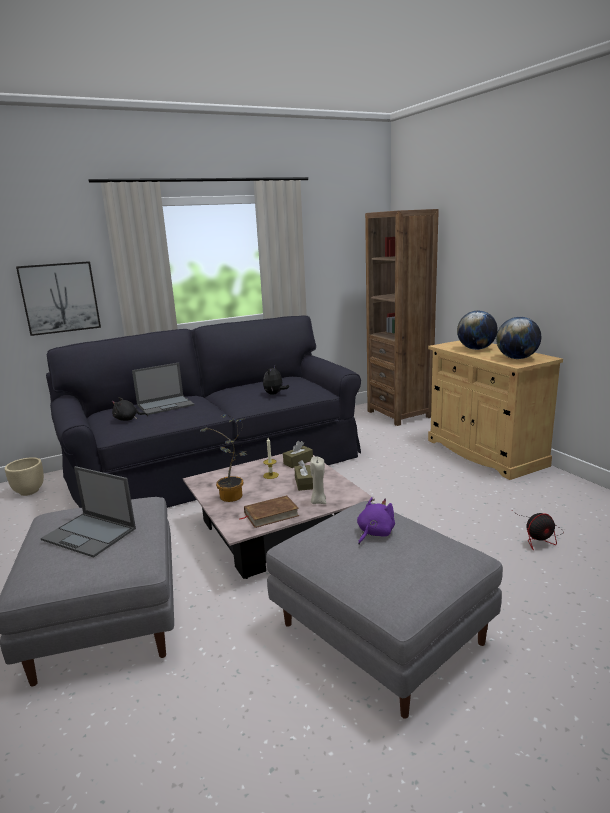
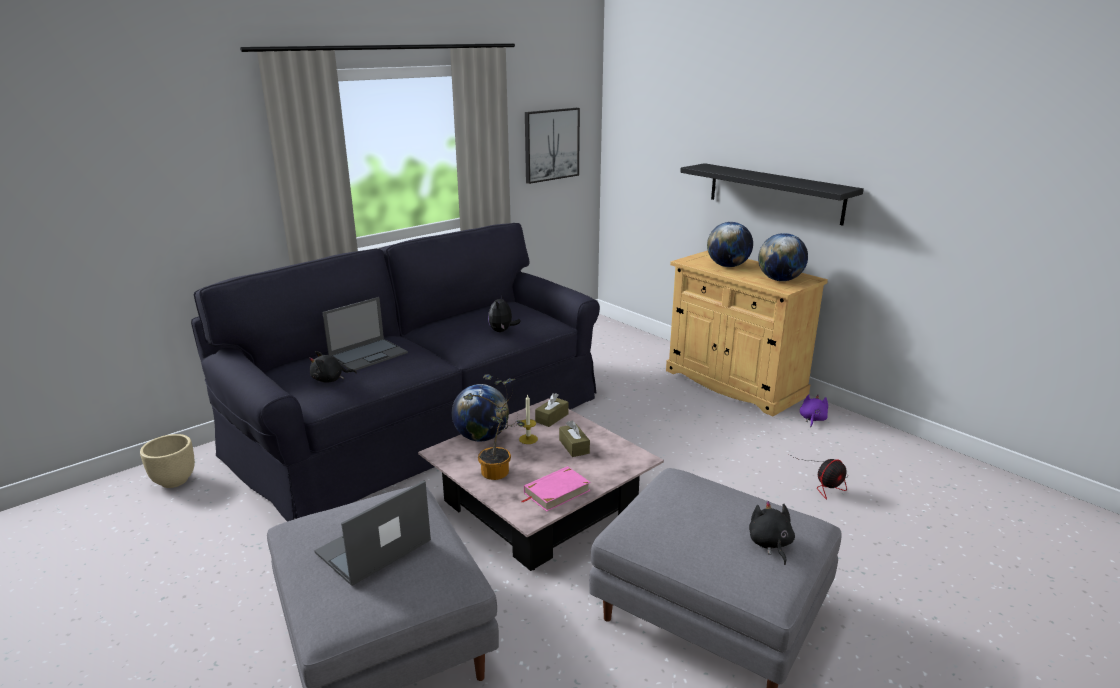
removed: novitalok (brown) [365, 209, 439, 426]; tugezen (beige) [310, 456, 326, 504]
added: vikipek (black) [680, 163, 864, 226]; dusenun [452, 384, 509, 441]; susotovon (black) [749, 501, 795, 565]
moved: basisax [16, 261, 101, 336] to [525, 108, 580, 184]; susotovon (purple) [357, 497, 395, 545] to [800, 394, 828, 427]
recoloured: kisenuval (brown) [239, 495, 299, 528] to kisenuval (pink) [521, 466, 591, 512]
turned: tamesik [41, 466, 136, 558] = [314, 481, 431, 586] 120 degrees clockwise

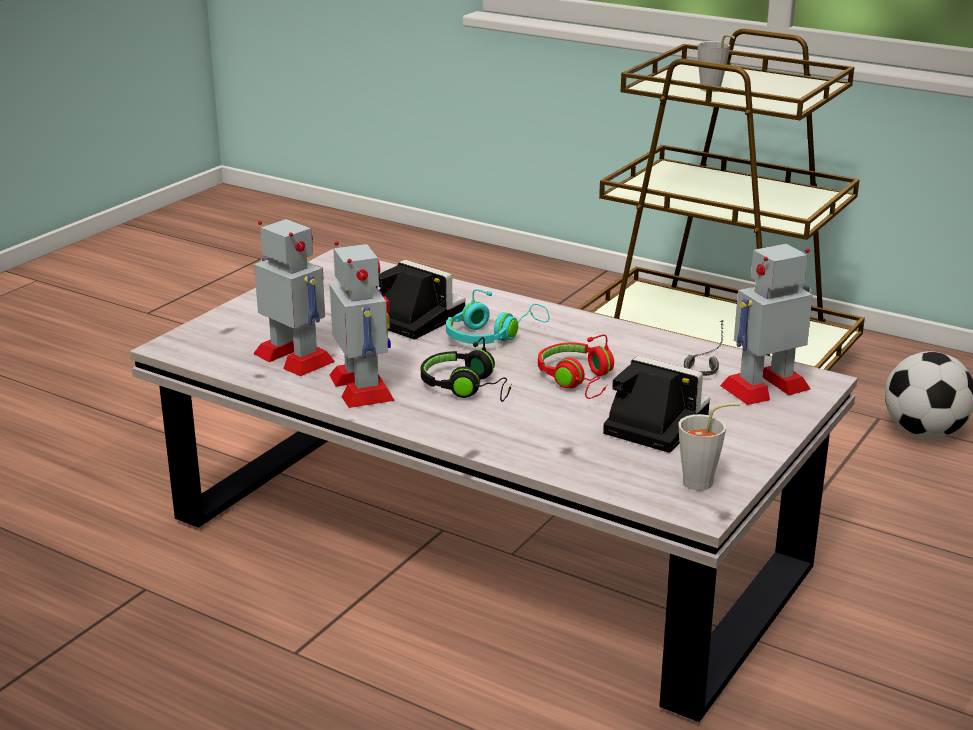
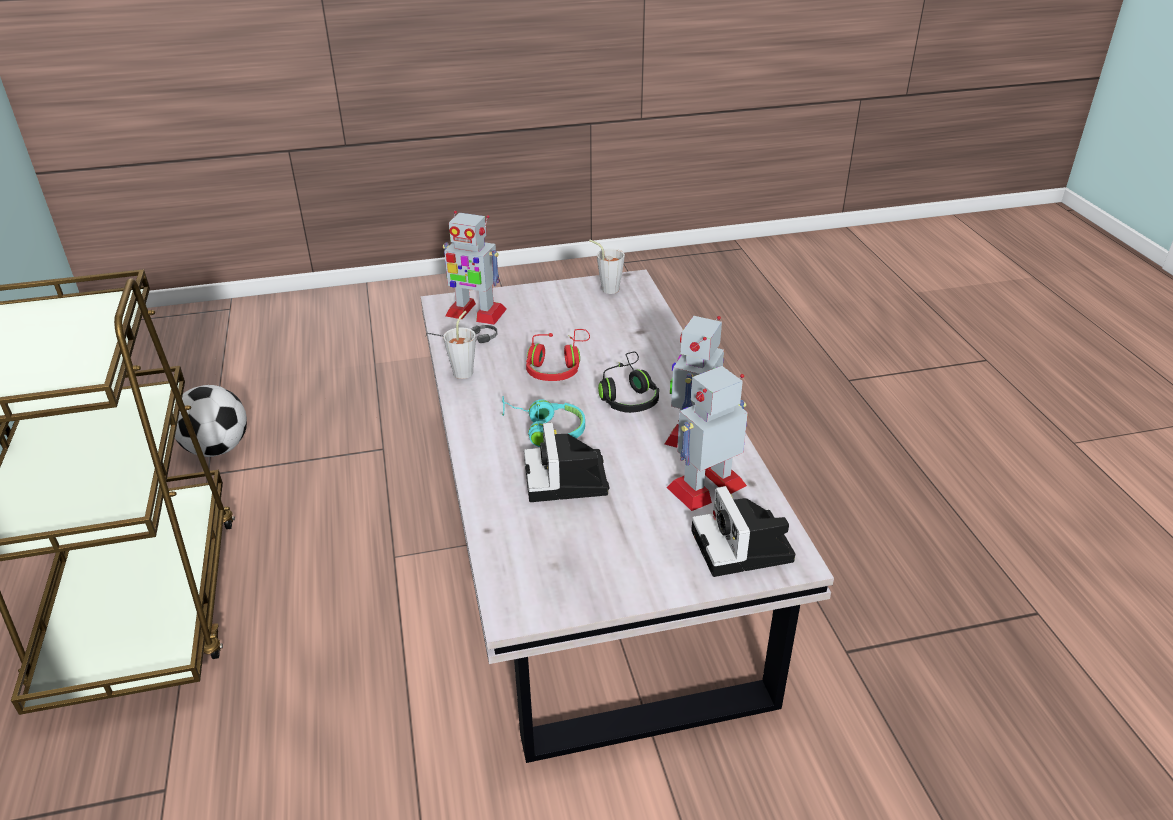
moved: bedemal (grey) [697, 34, 735, 92] to [443, 311, 476, 379]; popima [603, 356, 710, 453] to [691, 486, 795, 577]
turned: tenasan [253, 219, 335, 376] = [666, 366, 748, 511] 60 degrees clockwise

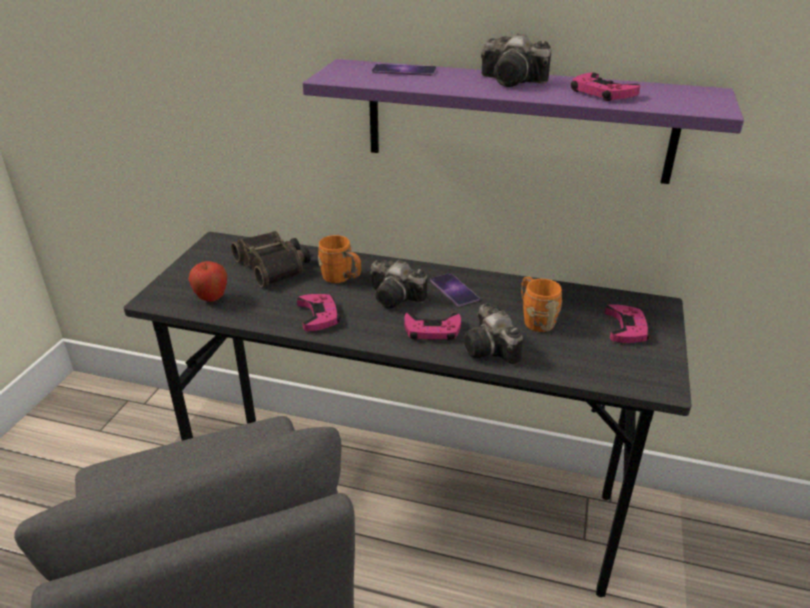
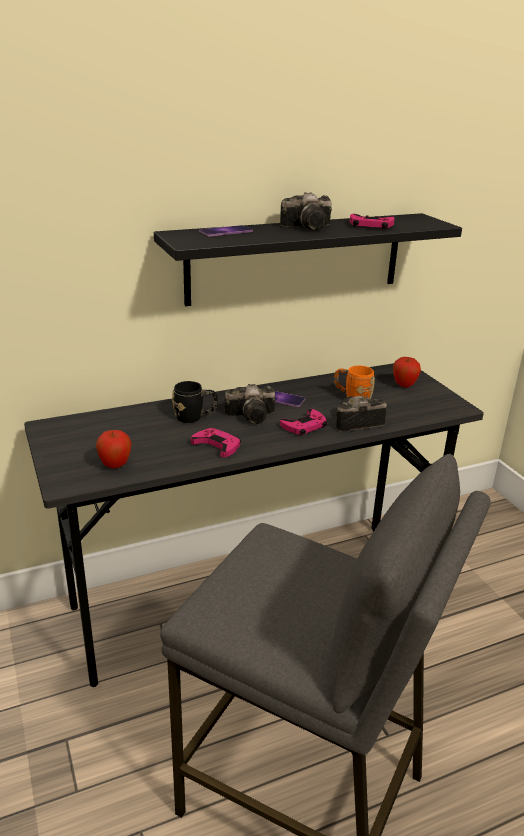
removed: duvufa [231, 231, 311, 287]
replaced: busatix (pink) [605, 304, 651, 343] to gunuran [393, 357, 421, 387]
recoloured: vikipek (purple) [302, 59, 744, 184] to vikipek (black) [154, 213, 462, 306]; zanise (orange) [318, 235, 361, 283] to zanise (black) [172, 381, 217, 423]
turned: popima [464, 303, 523, 365] = [336, 396, 387, 432] 135 degrees clockwise

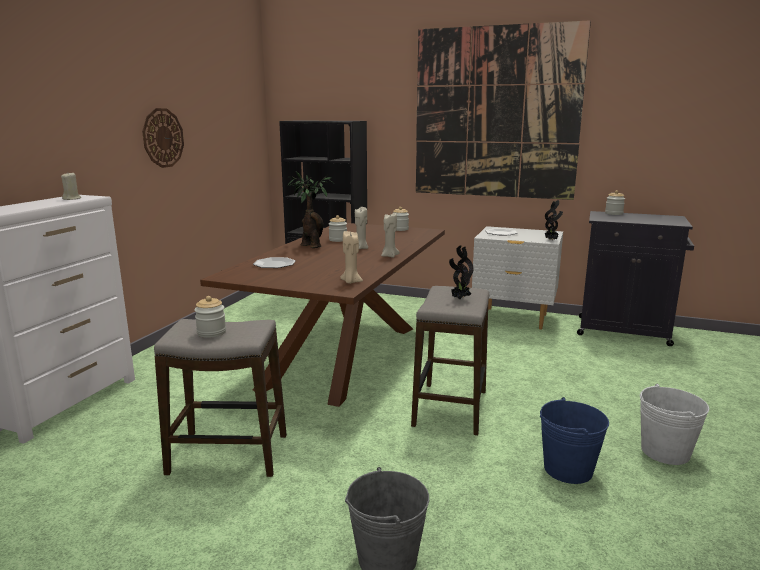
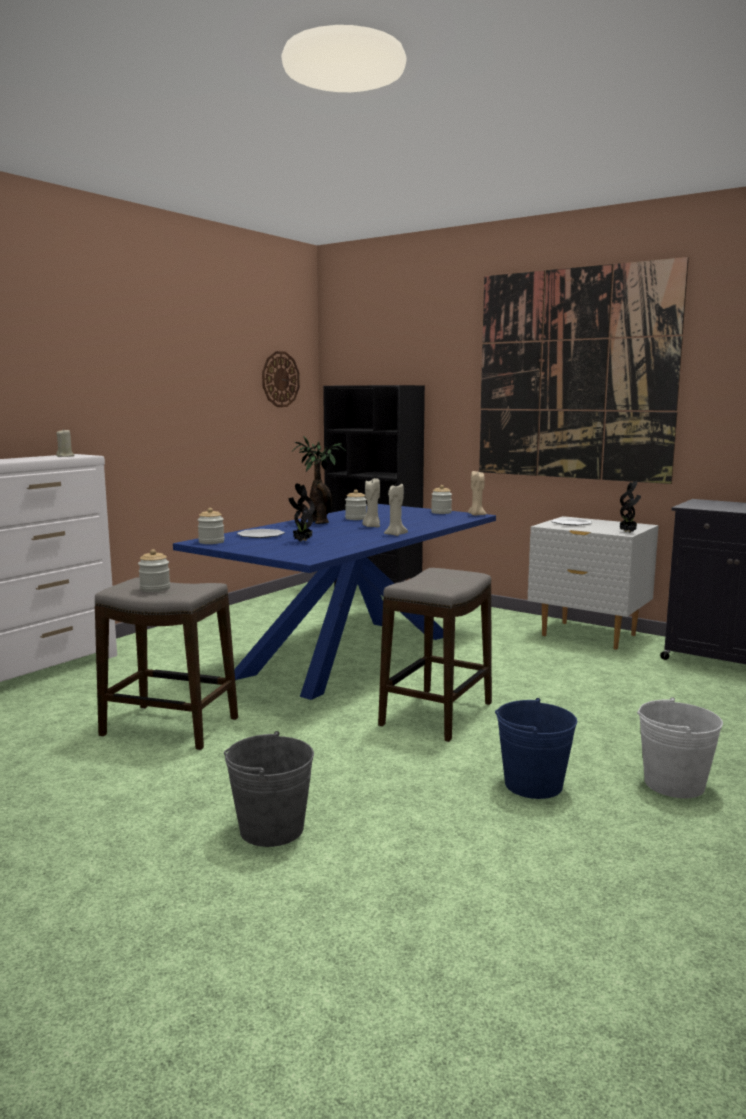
moved: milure [142, 108, 184, 168] to [262, 351, 300, 407]; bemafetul [605, 190, 625, 215] to [197, 508, 224, 544]; tugezen (beige) [340, 231, 363, 284] to [468, 471, 487, 516]; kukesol [449, 246, 474, 299] to [288, 483, 315, 542]
recoloured: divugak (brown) [200, 223, 445, 407] to divugak (blue) [173, 504, 496, 700]

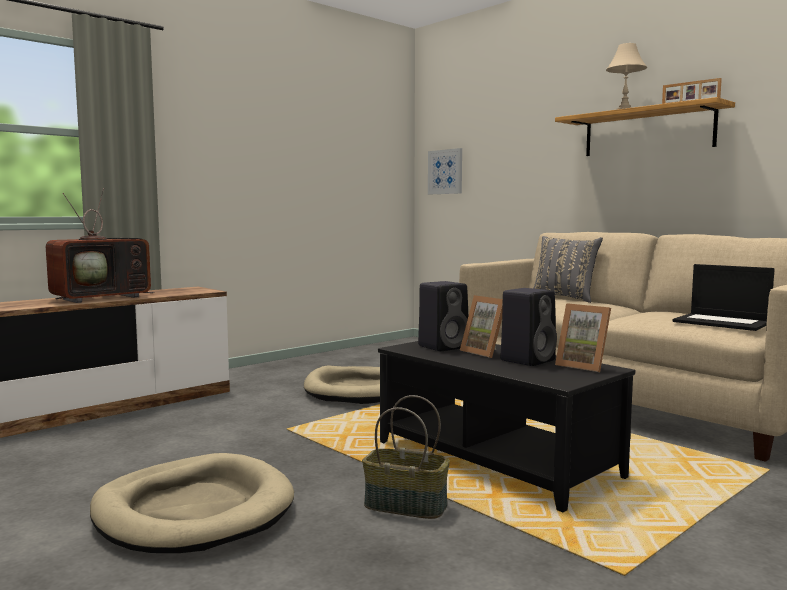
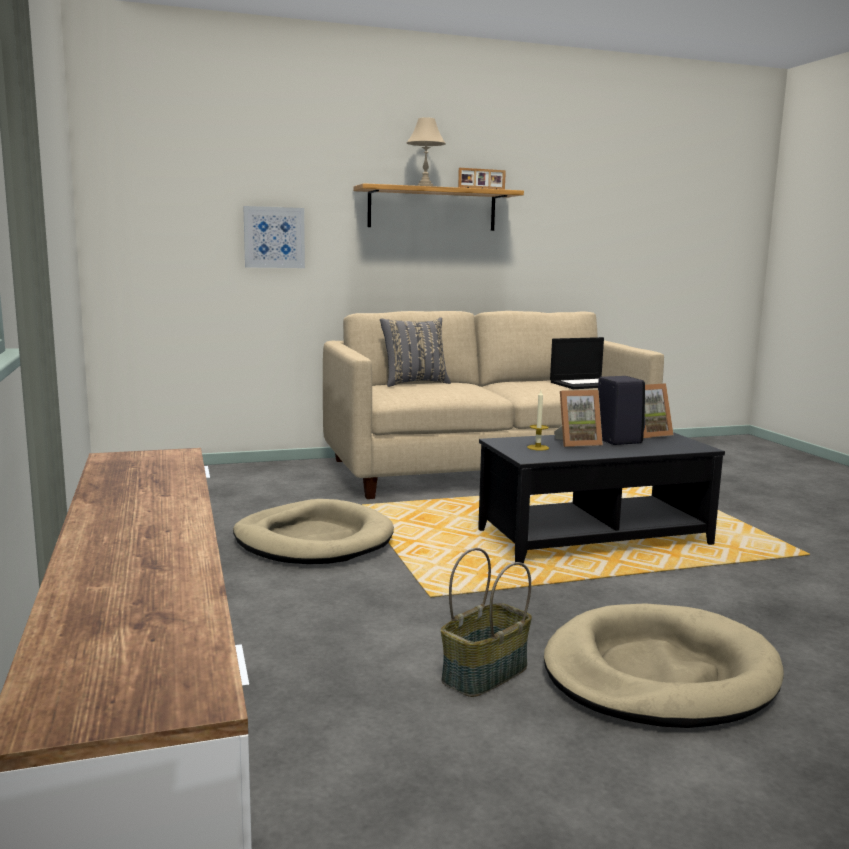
removed: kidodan [46, 188, 155, 303]
moved: basisax [428, 148, 462, 194] to [243, 206, 305, 268]; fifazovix [362, 395, 450, 519] to [441, 548, 532, 697]
replaced: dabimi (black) [418, 281, 468, 351] to tugezen [527, 391, 549, 451]

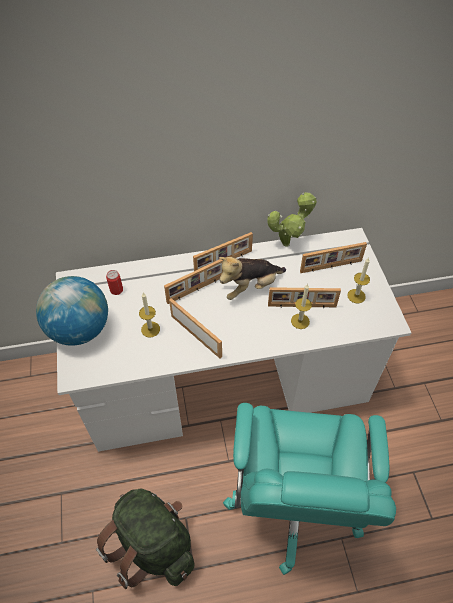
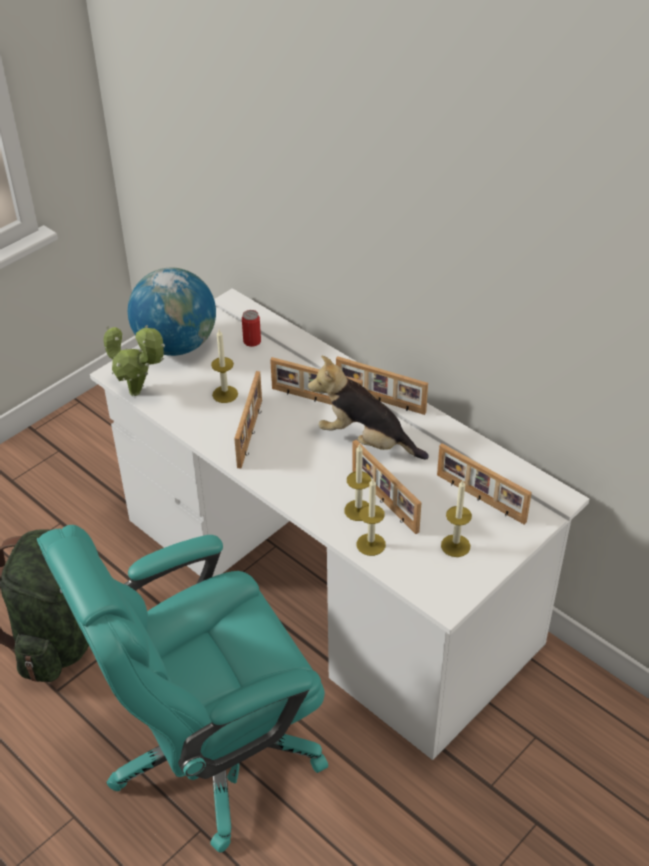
added: tugezen [357, 479, 386, 556]
moved: kukesol [267, 192, 317, 246] to [103, 325, 165, 397]

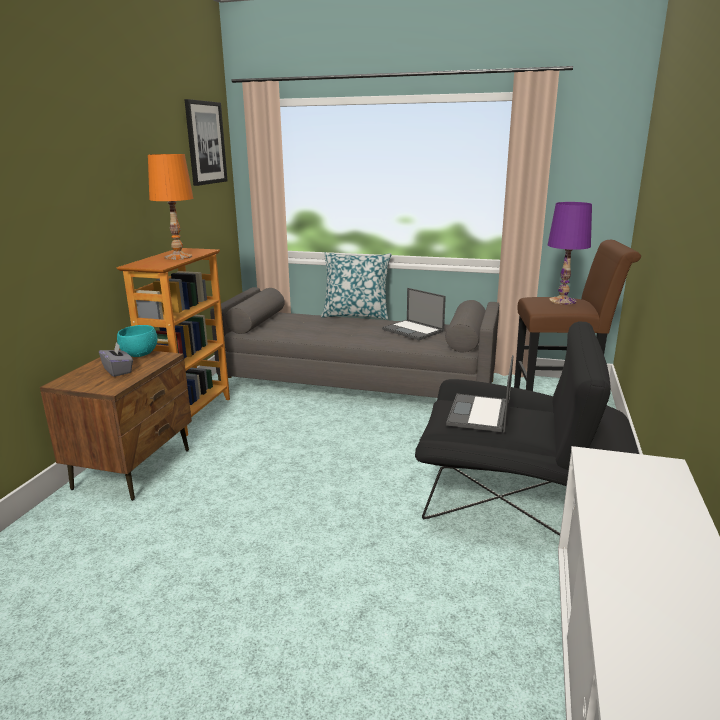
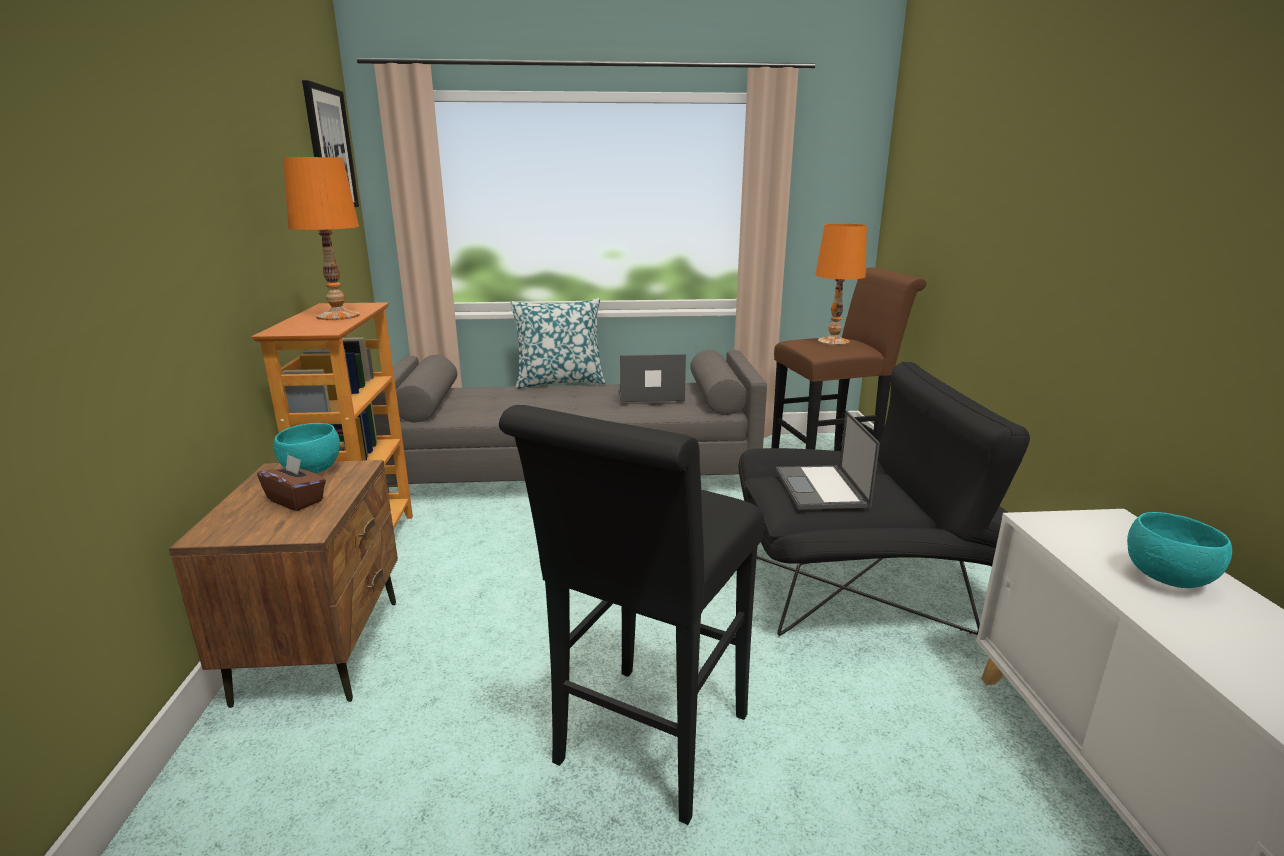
added: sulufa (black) [499, 405, 764, 825]; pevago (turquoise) [1127, 512, 1232, 588]
recoloured: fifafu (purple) [548, 202, 592, 305] to fifafu (orange) [815, 224, 867, 346]; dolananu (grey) [99, 342, 133, 377] to dolananu (brown) [257, 455, 326, 511]
turned: tamesik [382, 288, 446, 340] = [619, 354, 686, 402] 150 degrees clockwise

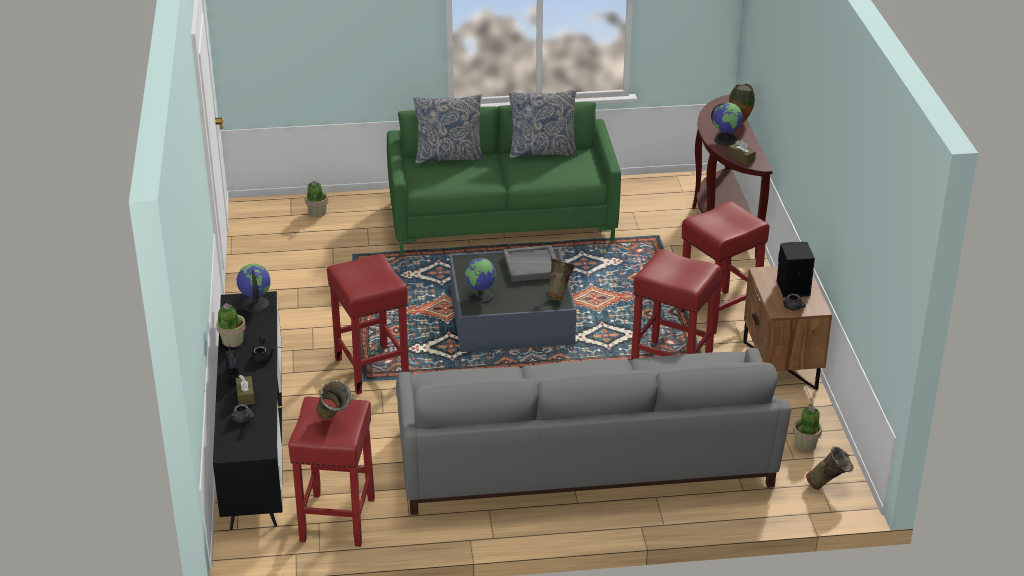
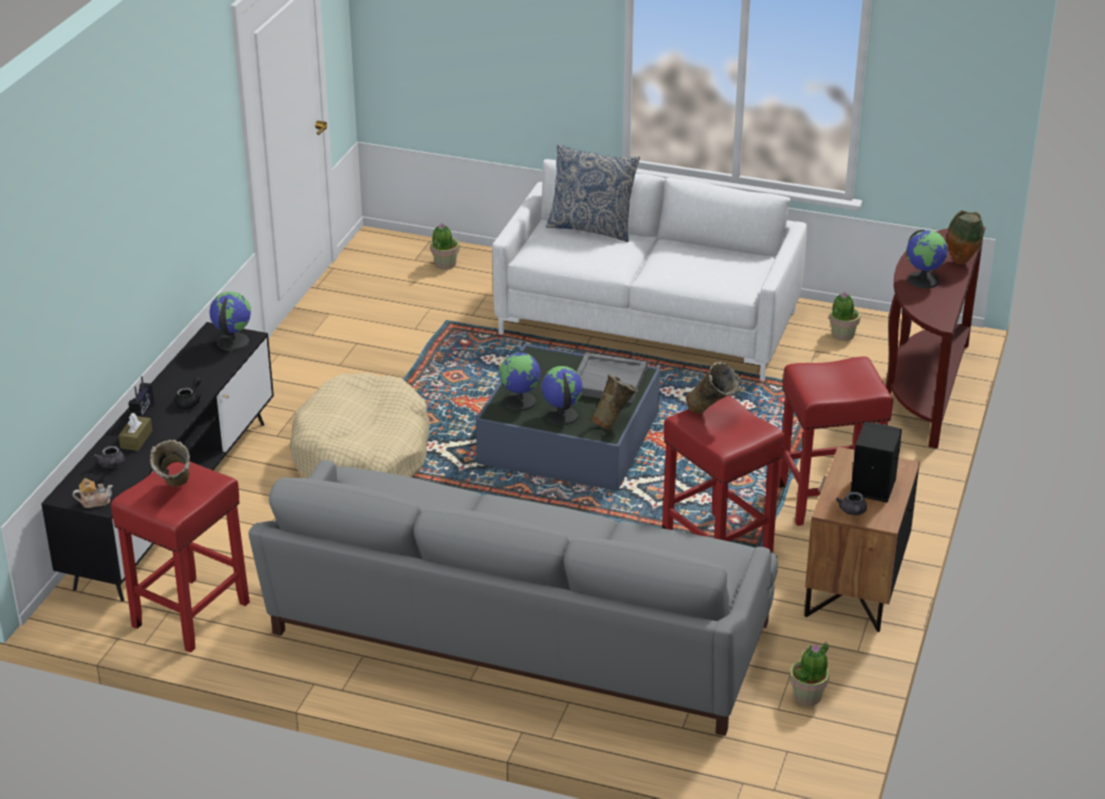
removed: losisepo [509, 89, 578, 158]; dolananu (brown) [728, 140, 756, 165]
added: dusenun [541, 366, 583, 425]; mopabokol [73, 478, 113, 508]
moved: kukesol [216, 303, 246, 347] to [829, 292, 861, 341]; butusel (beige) [806, 446, 854, 490] to [686, 362, 741, 414]
replaced: sulufa (red) [327, 254, 409, 395] to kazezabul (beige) [289, 373, 430, 478]
recoloured: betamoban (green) [387, 102, 621, 255] to betamoban (white) [493, 159, 807, 381]

